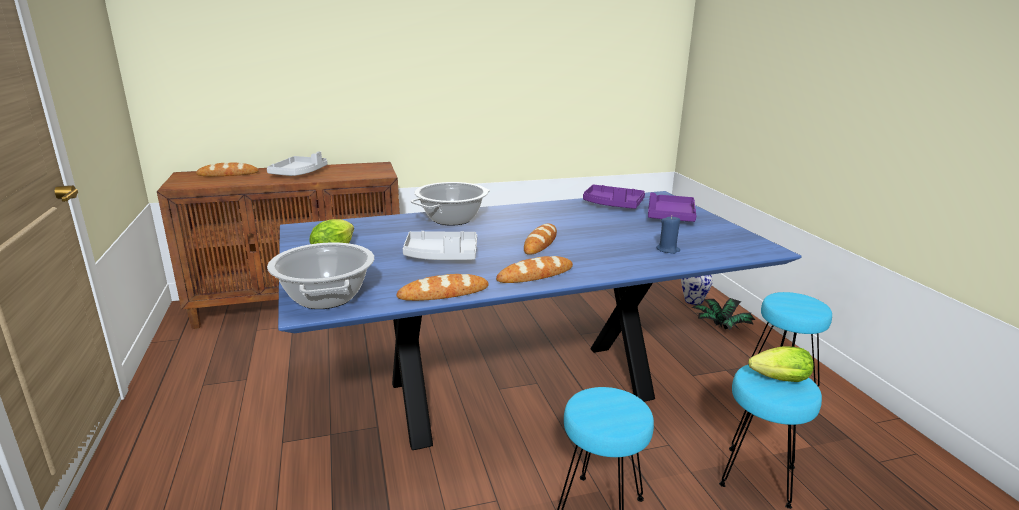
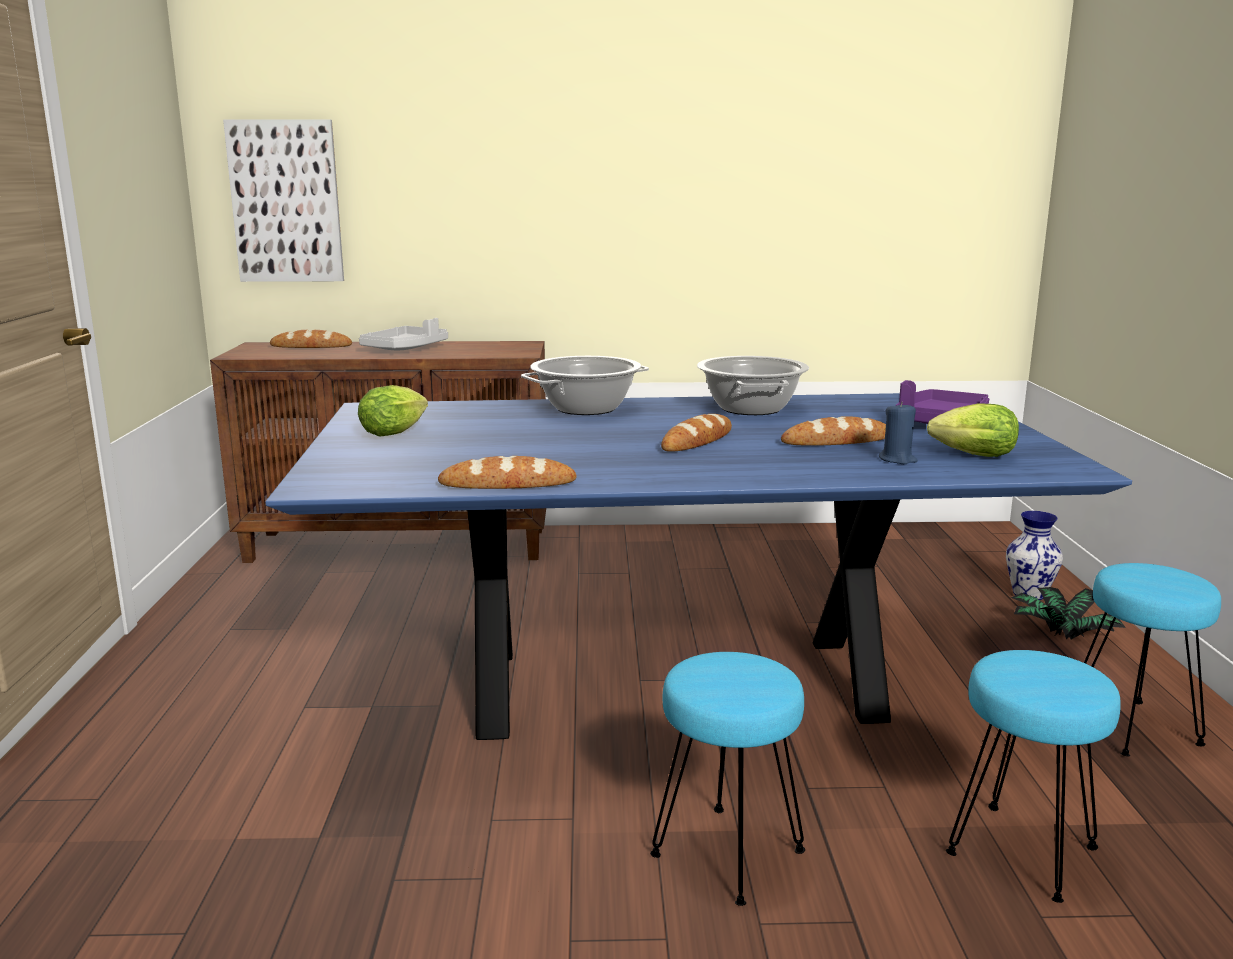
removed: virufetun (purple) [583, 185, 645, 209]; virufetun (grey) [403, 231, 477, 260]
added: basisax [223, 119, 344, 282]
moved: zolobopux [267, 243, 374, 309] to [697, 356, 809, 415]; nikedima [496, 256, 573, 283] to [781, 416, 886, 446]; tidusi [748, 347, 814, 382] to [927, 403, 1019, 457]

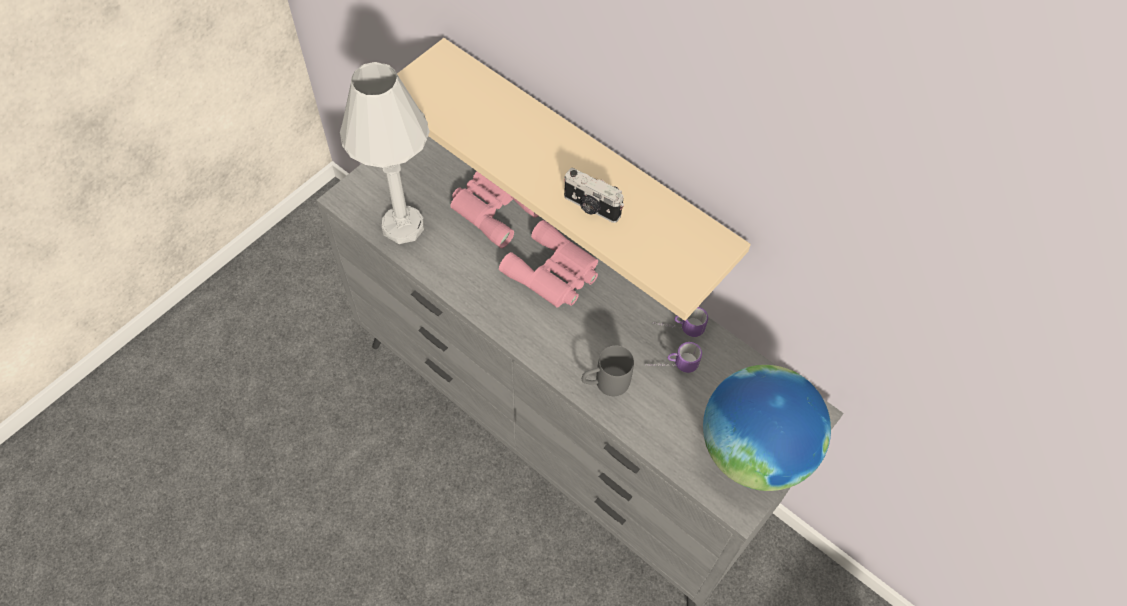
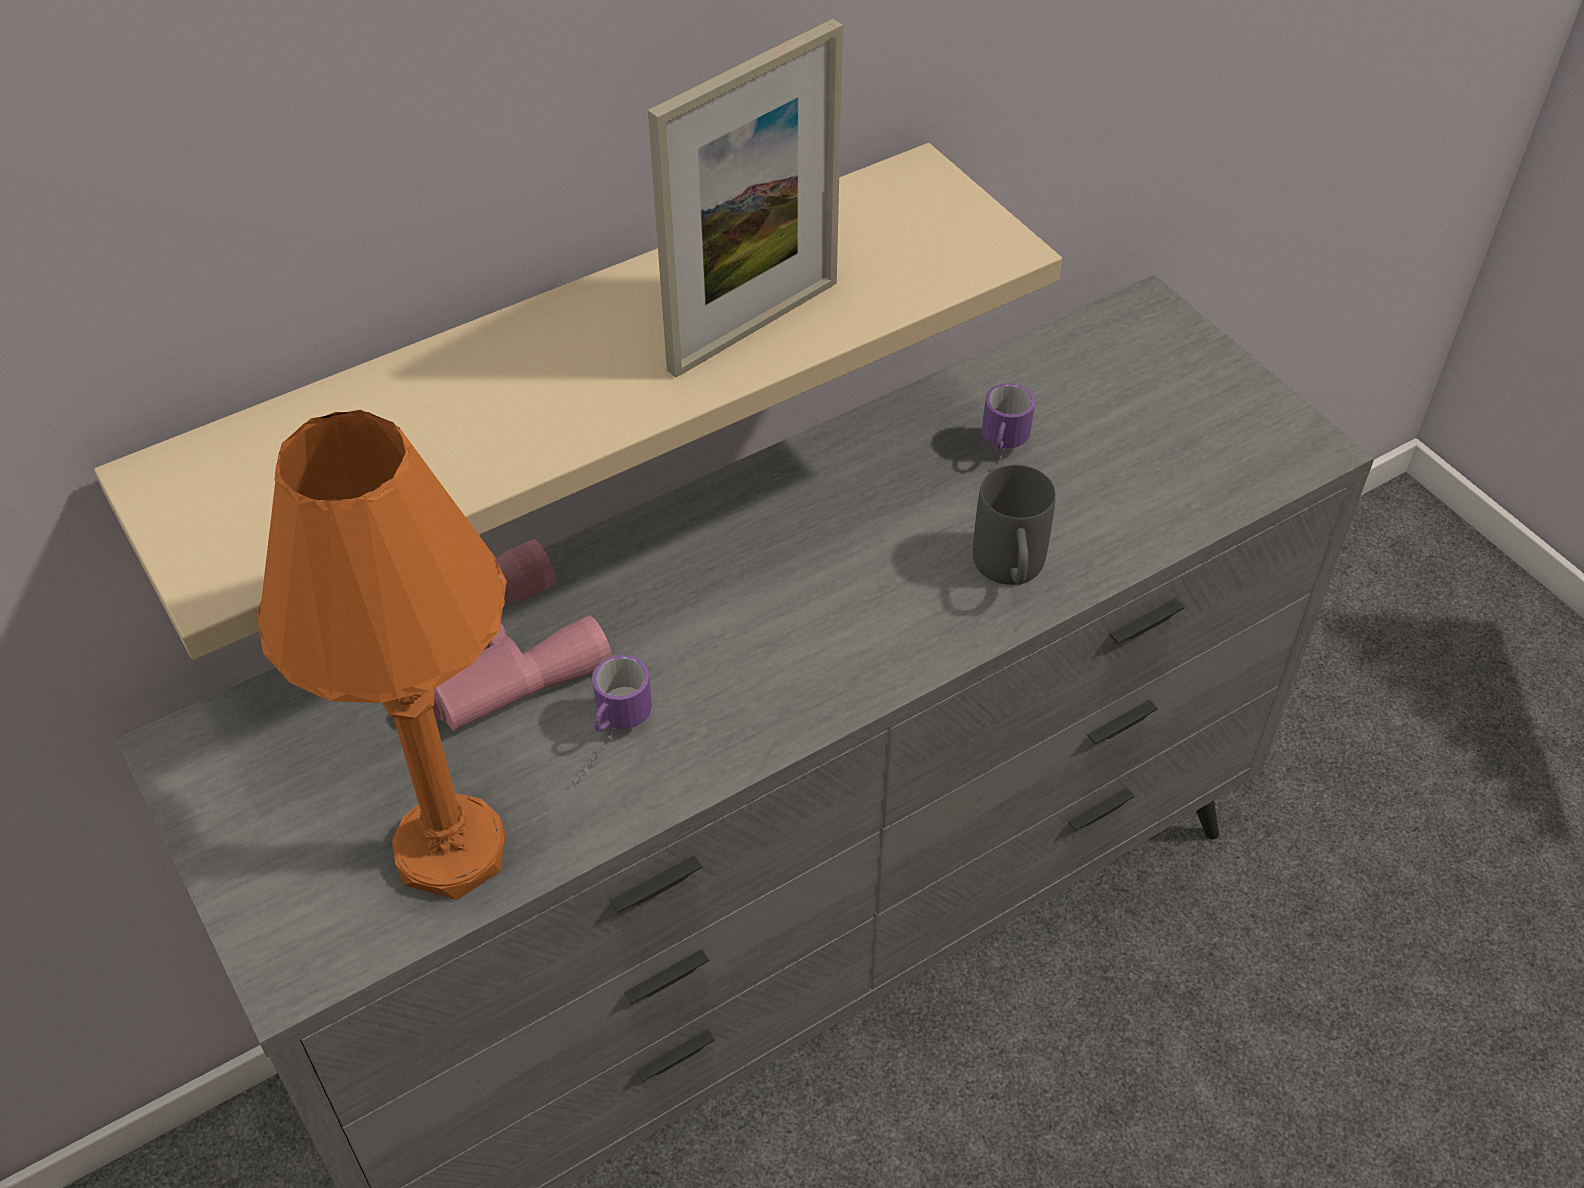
removed: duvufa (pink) [499, 220, 598, 308]; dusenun [703, 365, 831, 491]
moved: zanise [653, 307, 708, 337] to [574, 655, 652, 787]
replaced: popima [564, 168, 624, 223] to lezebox [648, 19, 843, 378]
recoloured: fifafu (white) [340, 62, 430, 244] to fifafu (orange) [258, 410, 507, 900]

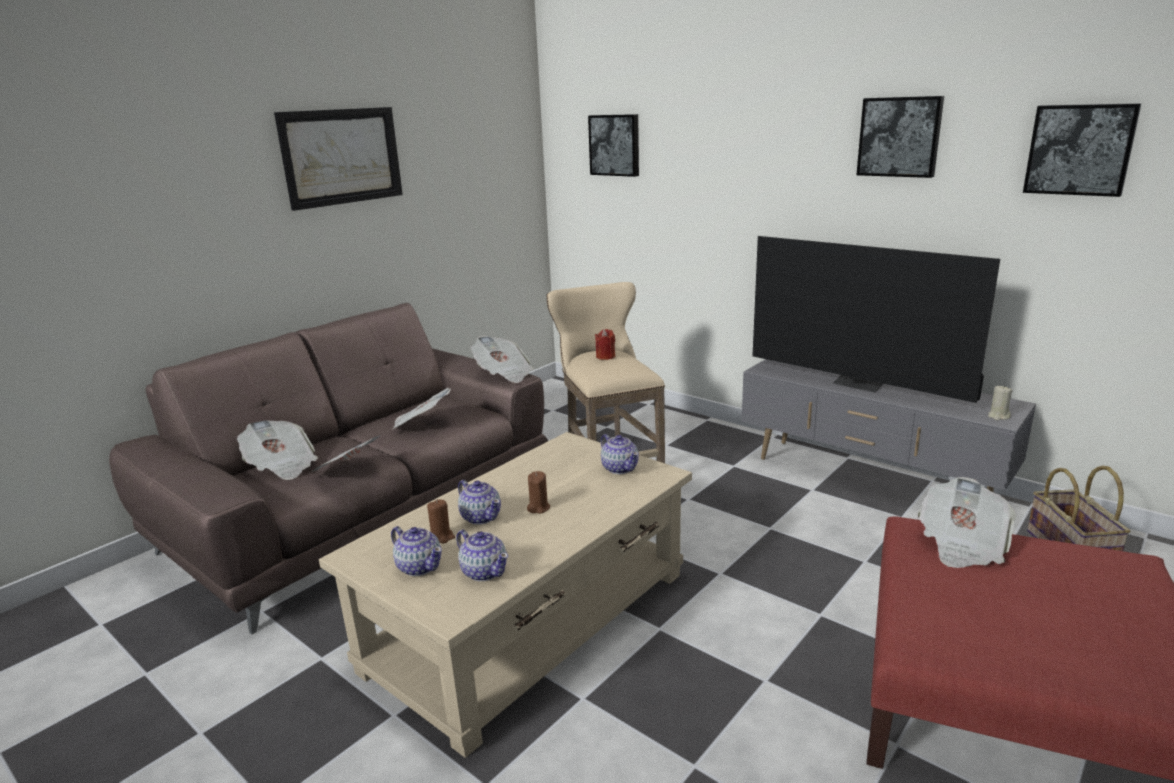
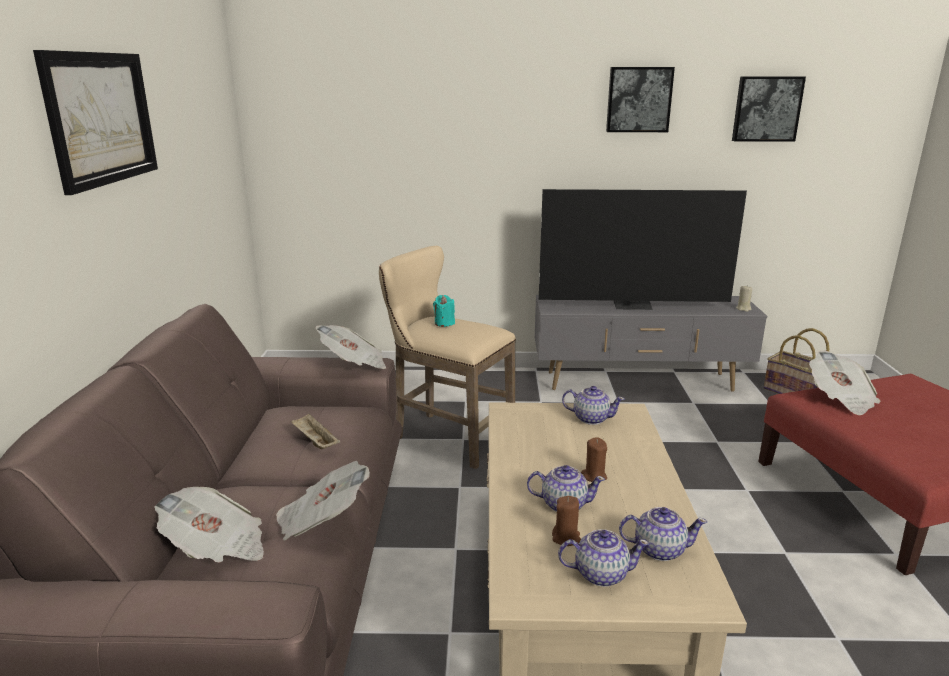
removed: basisax [588, 114, 639, 177]
replaced: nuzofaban [392, 387, 451, 430] to virufetun (beige) [291, 414, 340, 449]
recoloured: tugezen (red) [595, 329, 615, 360] to tugezen (turquoise) [433, 295, 455, 327]

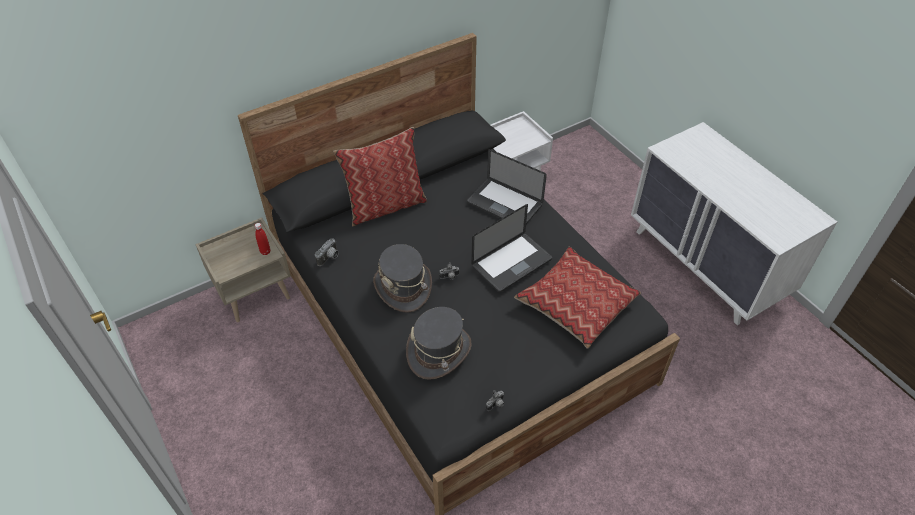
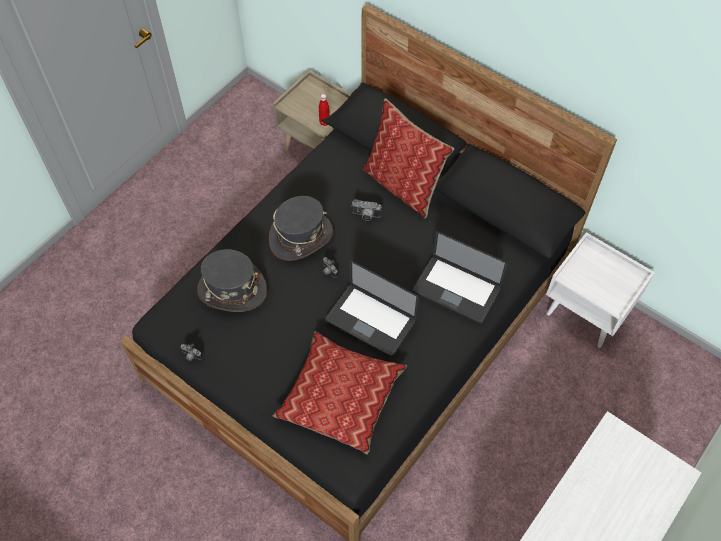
moved: popima [315, 239, 339, 266] to [351, 199, 382, 221]
turned: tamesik [467, 149, 547, 224] = [413, 231, 508, 324] 75 degrees counterclockwise

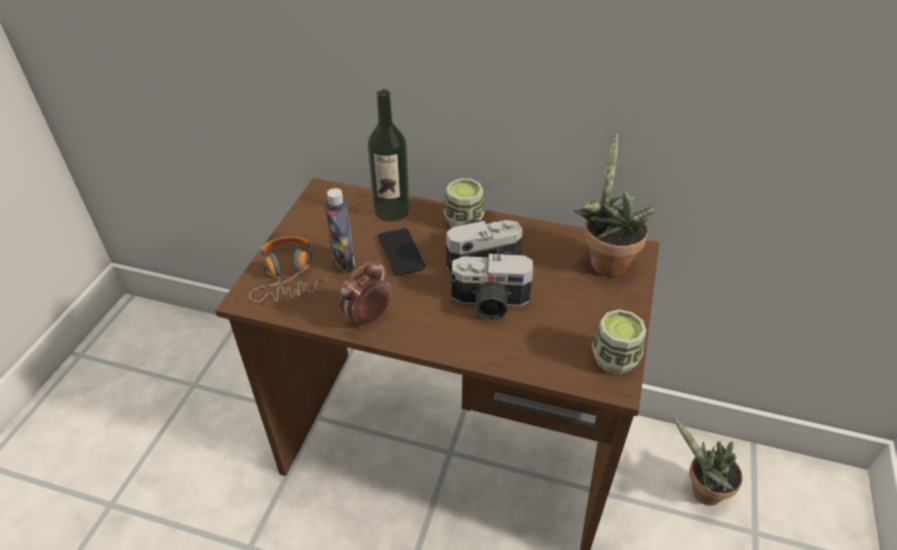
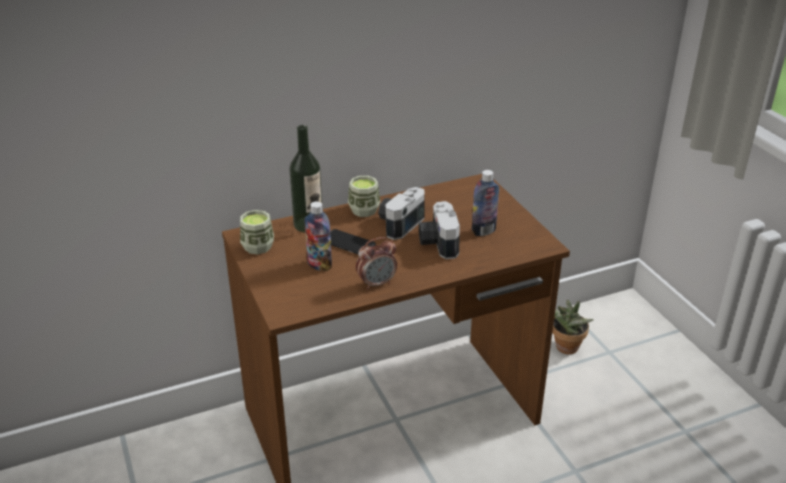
removed: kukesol [574, 134, 657, 277]; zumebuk [249, 236, 328, 302]
added: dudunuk [472, 170, 499, 236]
moved: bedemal [592, 309, 646, 375] to [240, 210, 274, 255]
turned: popima [452, 254, 533, 320] = [419, 201, 460, 259] 120 degrees clockwise; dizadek [340, 261, 392, 328] = [356, 237, 397, 290] 120 degrees counterclockwise

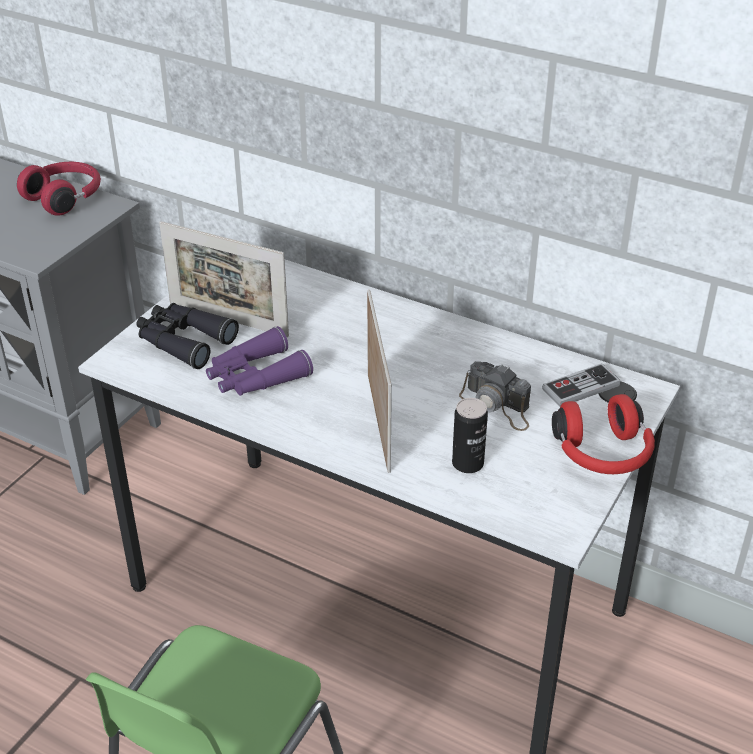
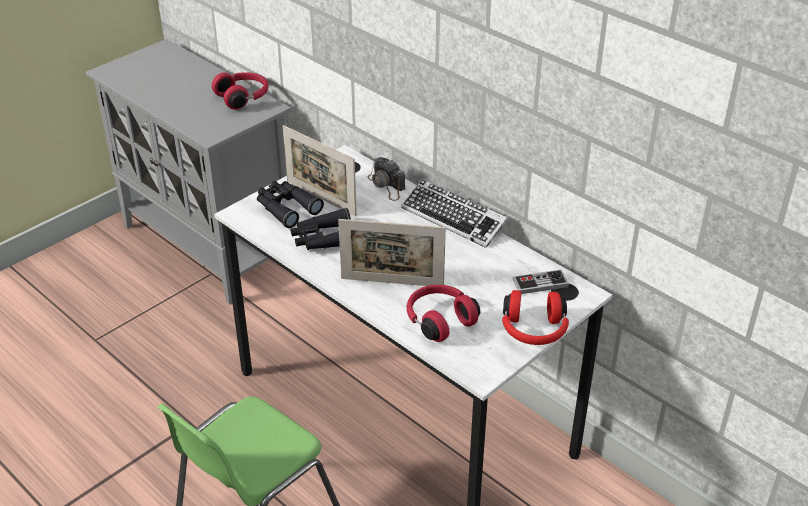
added: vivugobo [401, 179, 508, 248]
moved: popima [459, 361, 531, 431] to [368, 157, 405, 201]
replaced: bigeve [452, 398, 488, 473] to zumebuk (red) [407, 285, 480, 342]
recoloured: duvufa (purple) [206, 326, 313, 396] to duvufa (black) [290, 208, 351, 250]
turned: lezebox [367, 289, 392, 473] = [338, 219, 446, 286] 90 degrees clockwise

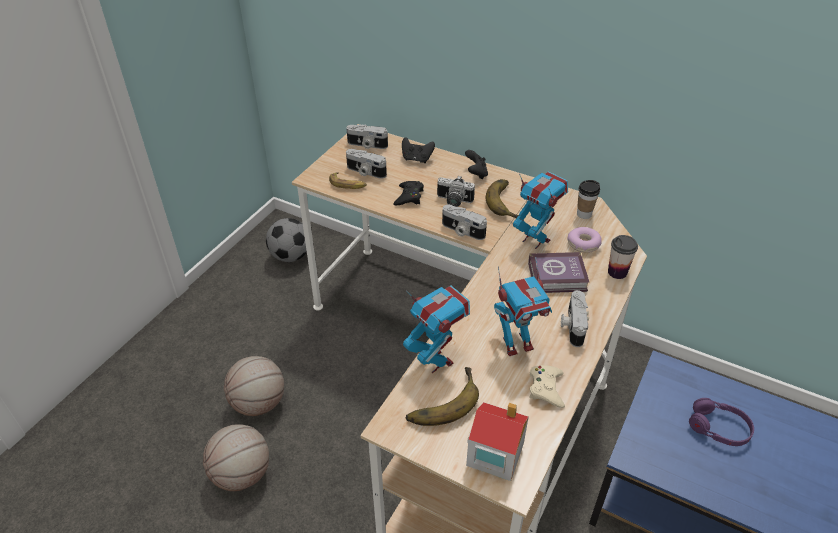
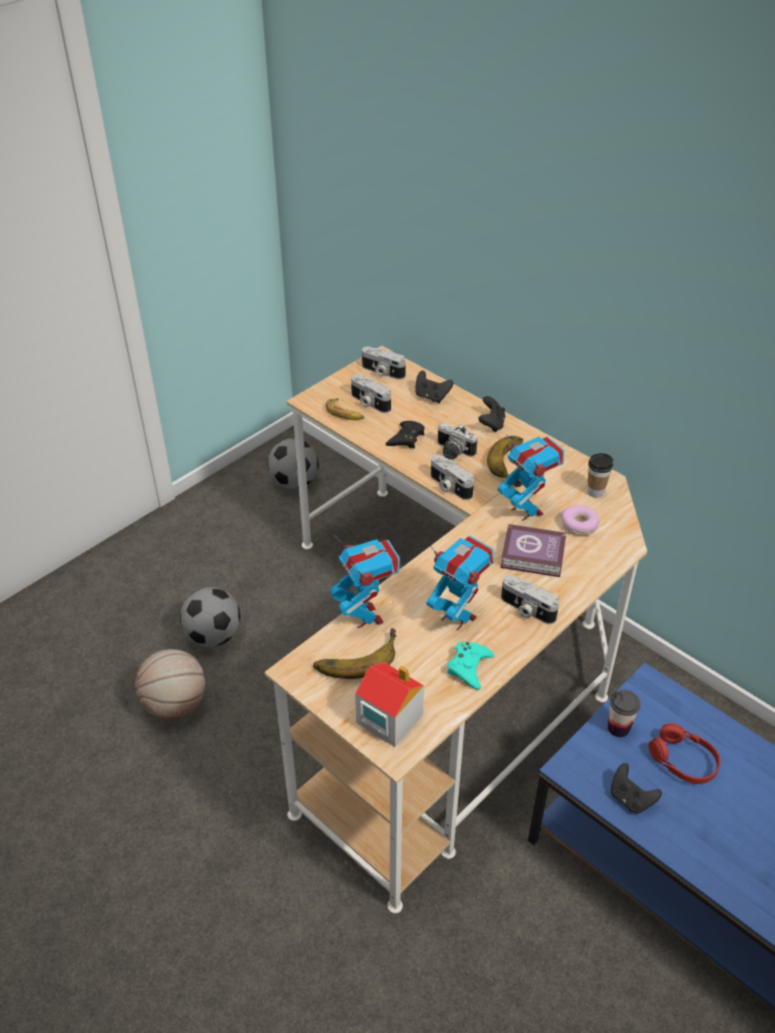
added: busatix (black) [611, 763, 662, 813]
moved: bedemal [608, 235, 638, 279] to [608, 690, 641, 737]
replaced: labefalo [224, 356, 284, 416] to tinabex [180, 587, 241, 647]
recoloured: busatix (beige) [529, 365, 565, 408] to busatix (turquoise) [447, 642, 494, 690]; zumebuk (purple) [689, 398, 754, 446] to zumebuk (red) [649, 723, 721, 784]
turned: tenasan [494, 257, 552, 356] = [427, 535, 494, 631] 135 degrees counterclockwise; popima [561, 290, 589, 347] = [501, 575, 559, 624] 75 degrees counterclockwise

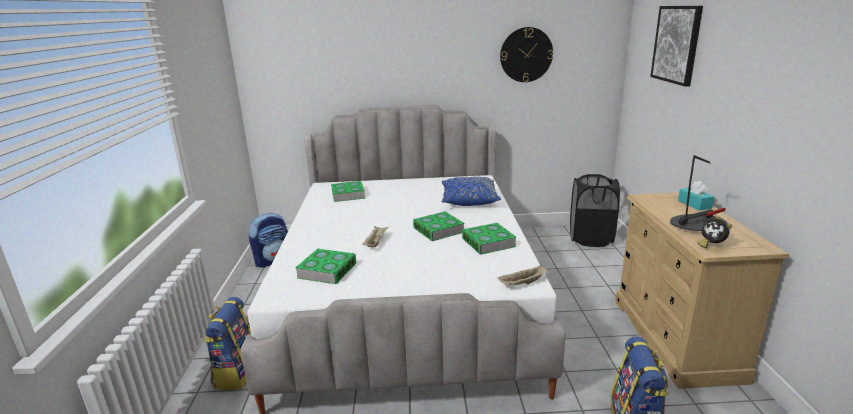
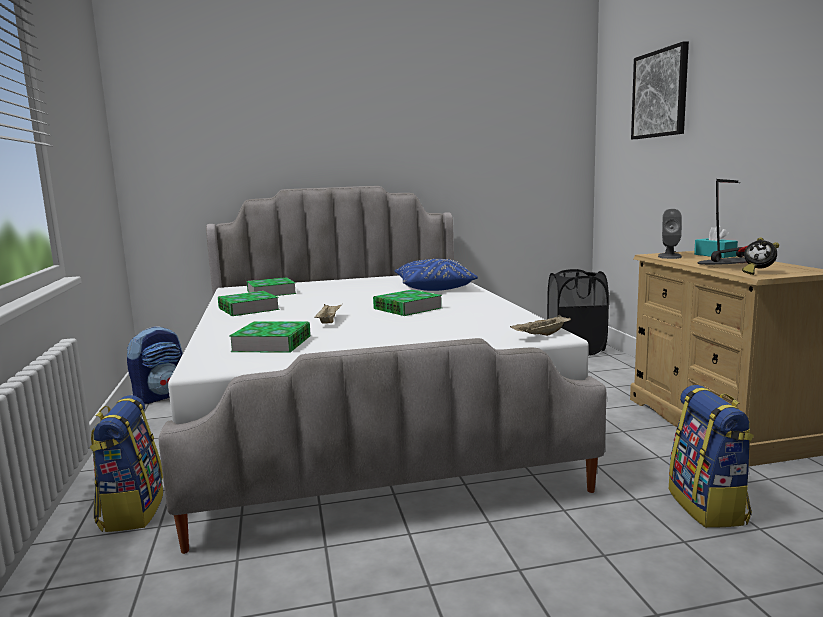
removed: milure [500, 27, 553, 82]
added: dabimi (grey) [658, 209, 682, 259]
moved: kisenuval [462, 223, 517, 255] to [218, 291, 279, 316]

